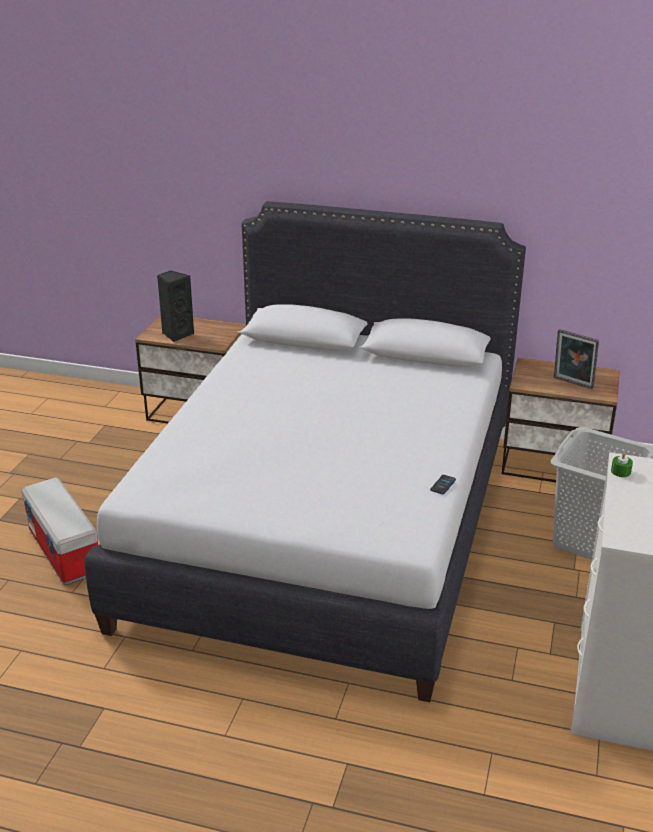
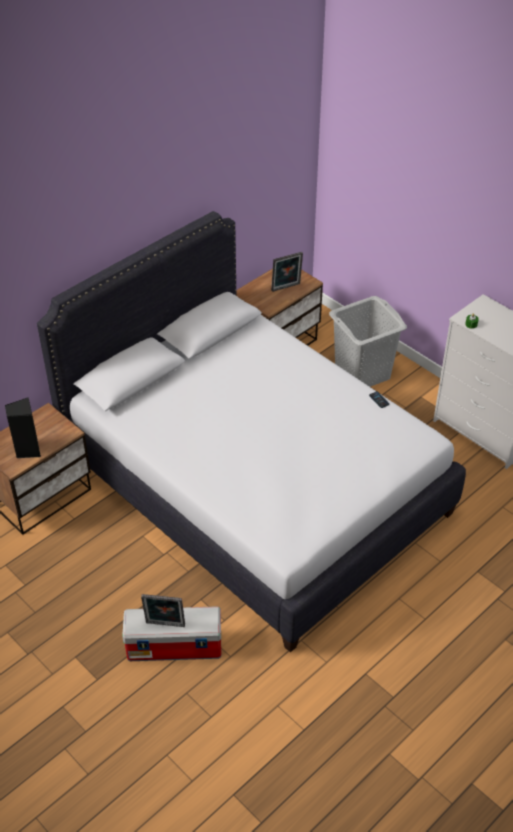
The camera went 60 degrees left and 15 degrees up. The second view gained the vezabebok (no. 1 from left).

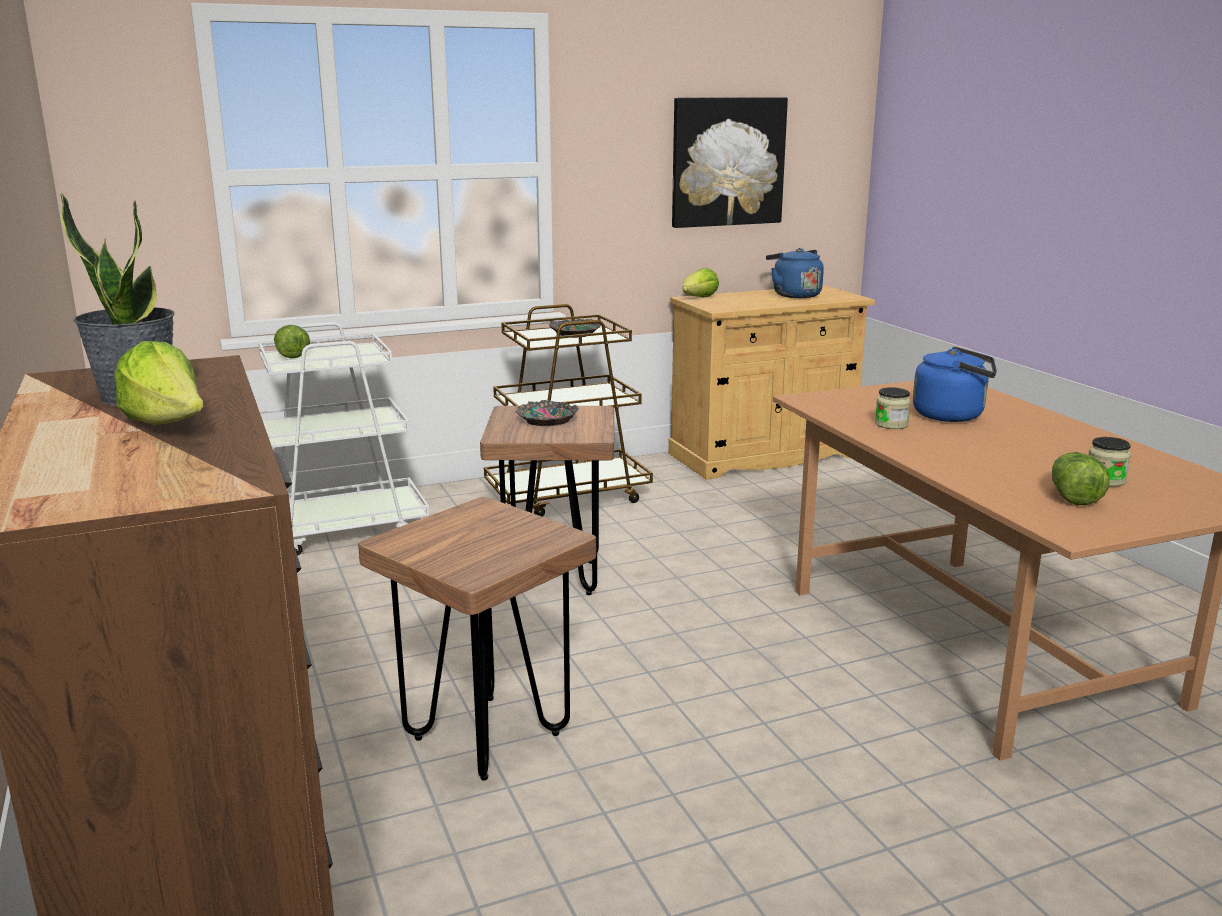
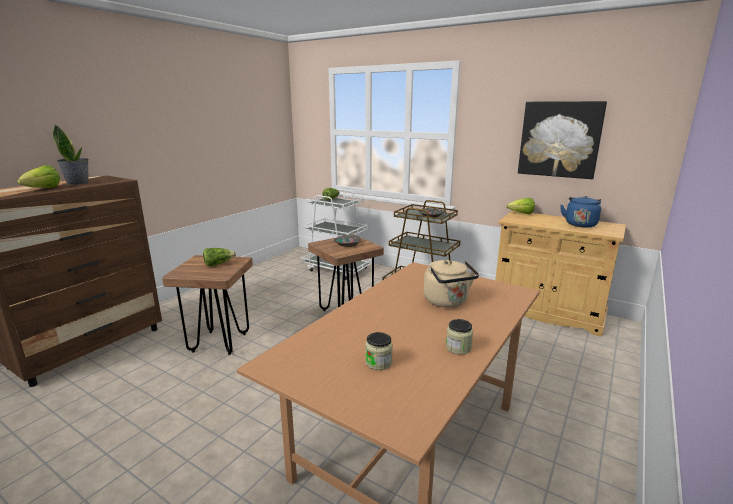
The camera went 55 degrees right and 0 degrees up. The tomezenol (no. 1 from left in the first image) ended up elsewhere. The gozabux (no. 4 from left in the first image) ended up elsewhere. What was the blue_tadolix (no. 2 from left) turned into the beige_tadolix.

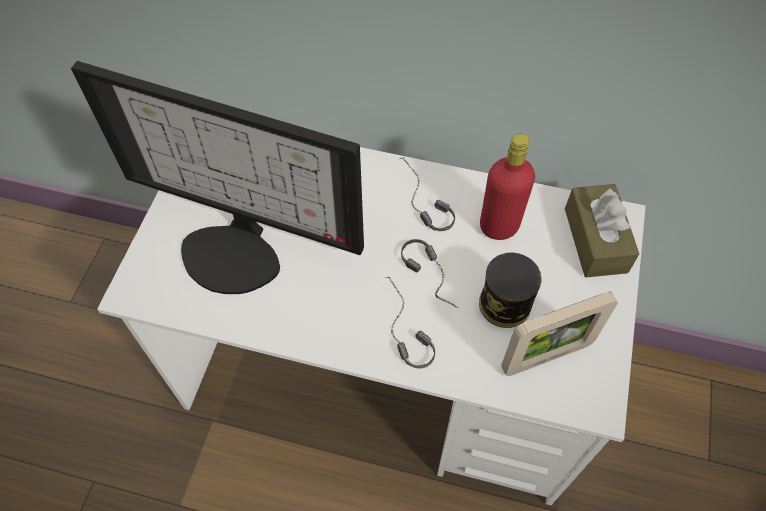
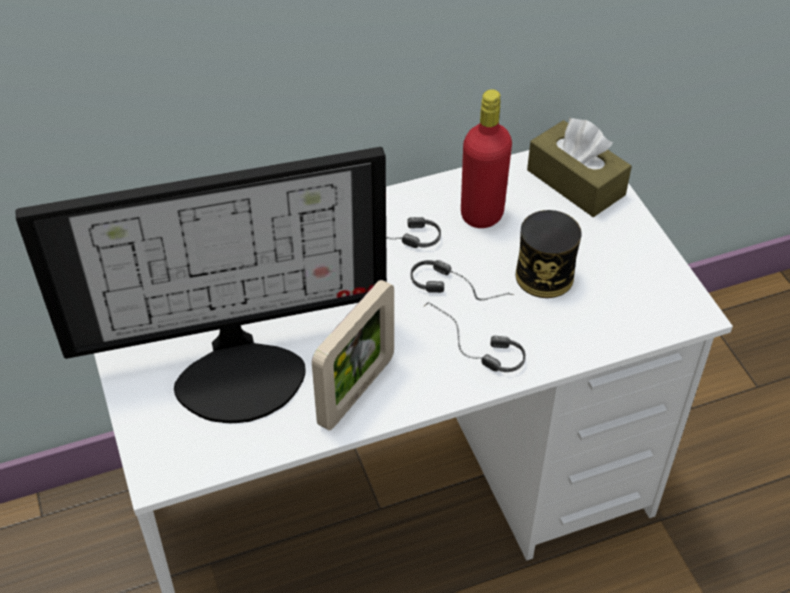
The camera went 35 degrees left and 10 degrees down. The vezabebok ended up elsewhere.

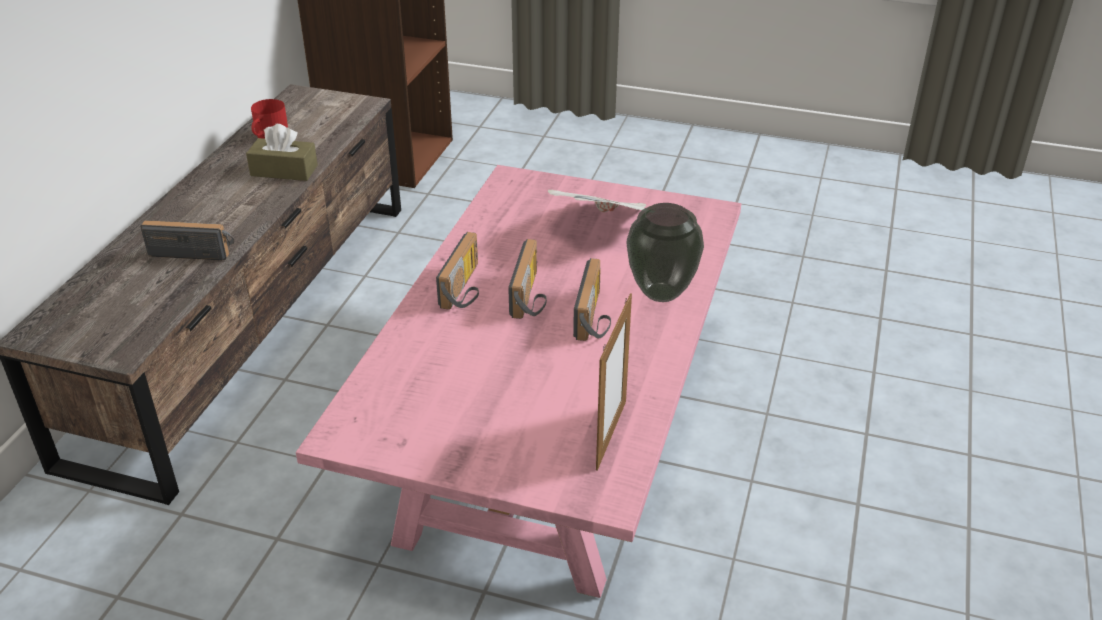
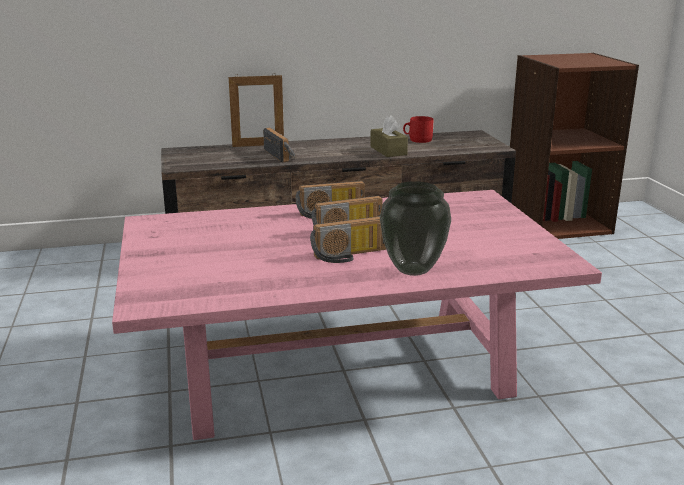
The camera went 60 degrees right and 15 degrees down. The second view lost the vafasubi. The vezabebok ended up elsewhere.

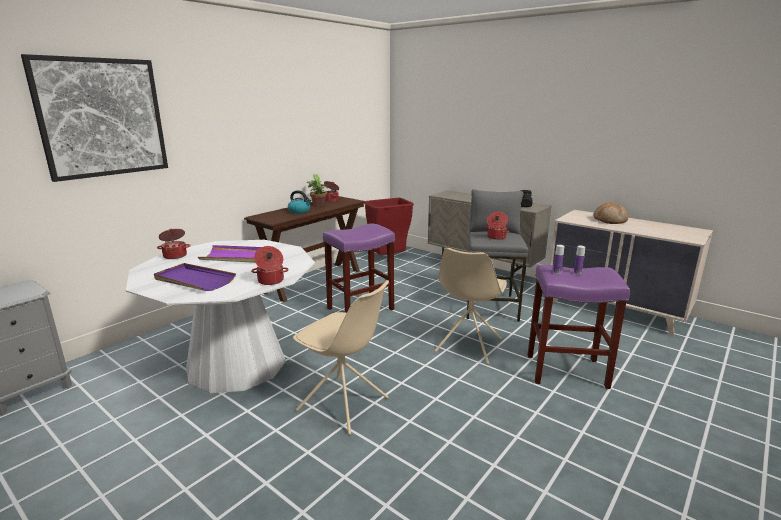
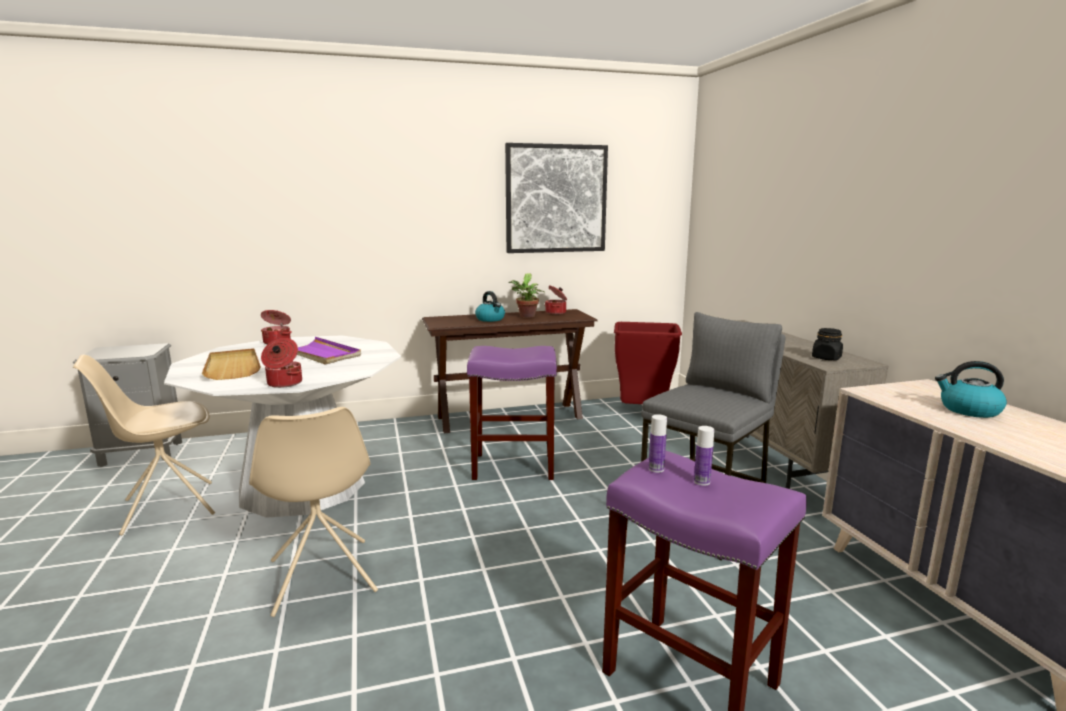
The camera went 35 degrees right and 5 degrees down. The second view lost the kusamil (no. 4 from left). The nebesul ended up elsewhere. The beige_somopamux (no. 2 from left in the first image) ended up elsewhere. Where the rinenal stood, the tadolix (no. 2 from left) came to stand. What was the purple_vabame (no. 1 from left) turned into the beige_vabame.

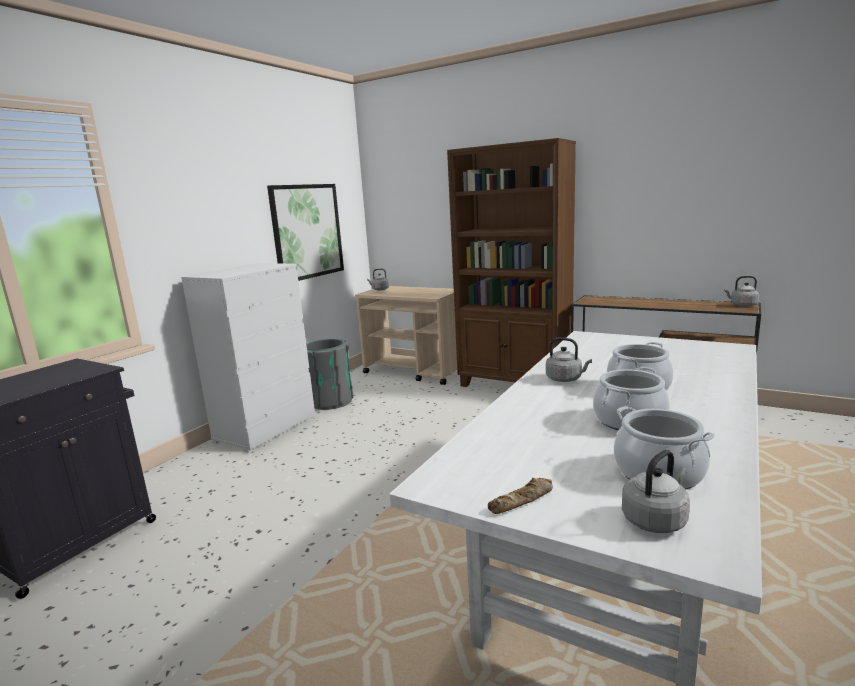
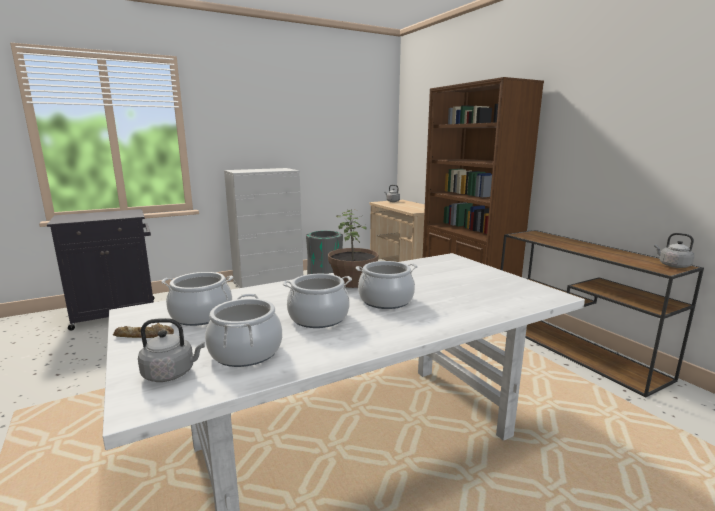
The camera went 30 degrees right and 0 degrees up. The second view lost the nebesul. The second view gained the kusamil (no. 1 from left). Where the grey_tadolix (no. 2 from left) stood, the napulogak came to stand.

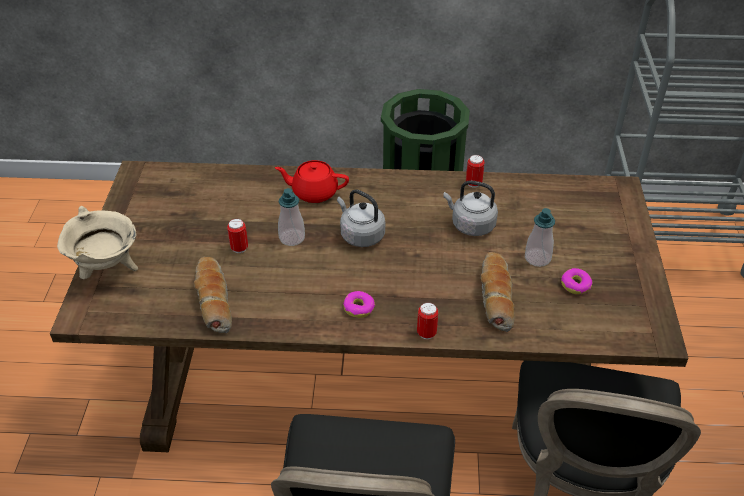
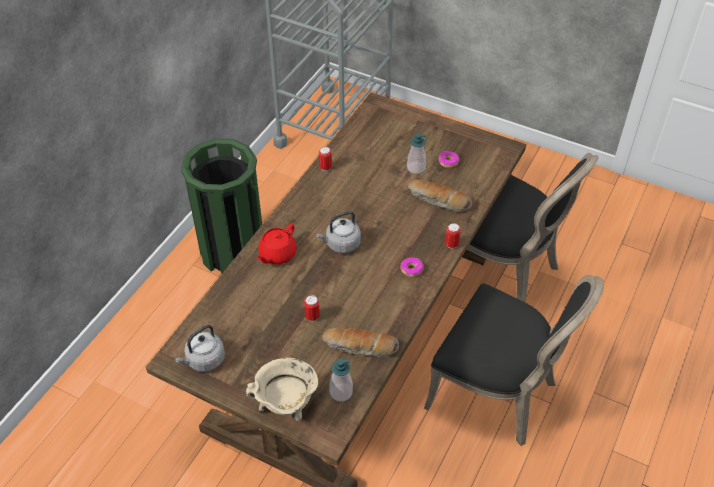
The camera went 65 degrees left and 5 degrees up. The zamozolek (no. 1 from left) ended up elsewhere. The grey_tadolix (no. 2 from left in the first image) ended up elsewhere.

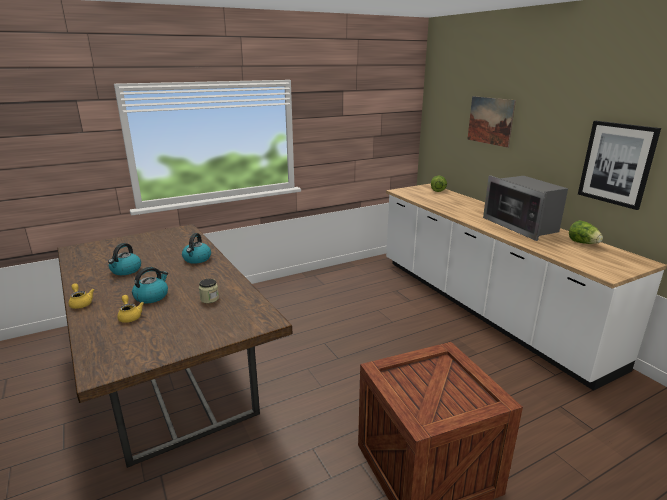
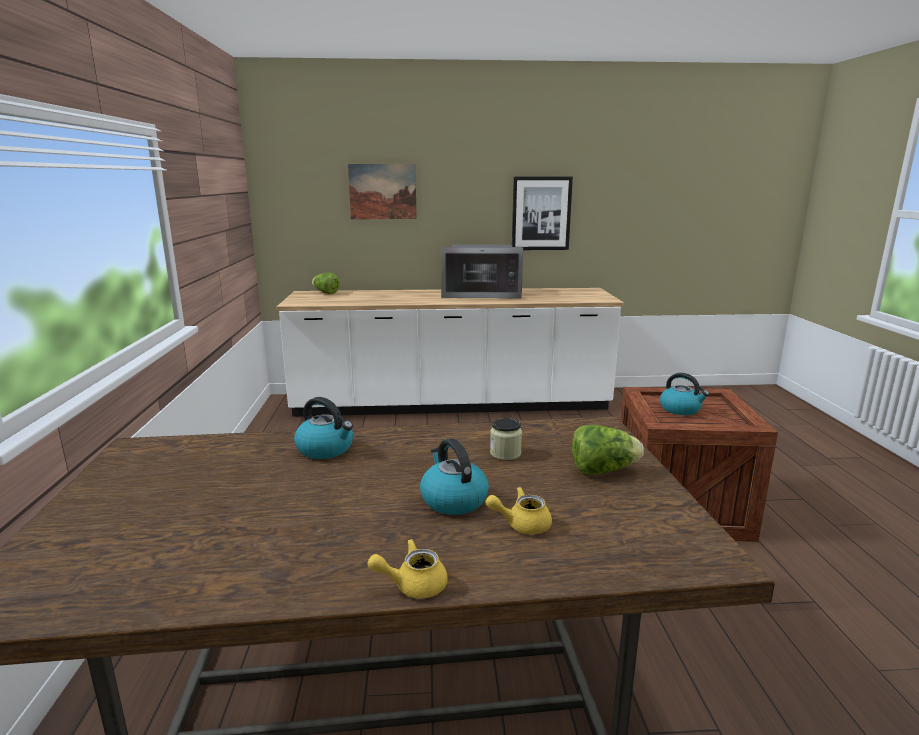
The camera went 65 degrees left and 5 degrees down. The tadolix (no. 1 from left in the first image) ended up elsewhere. The gozabux (no. 2 from left) ended up elsewhere.

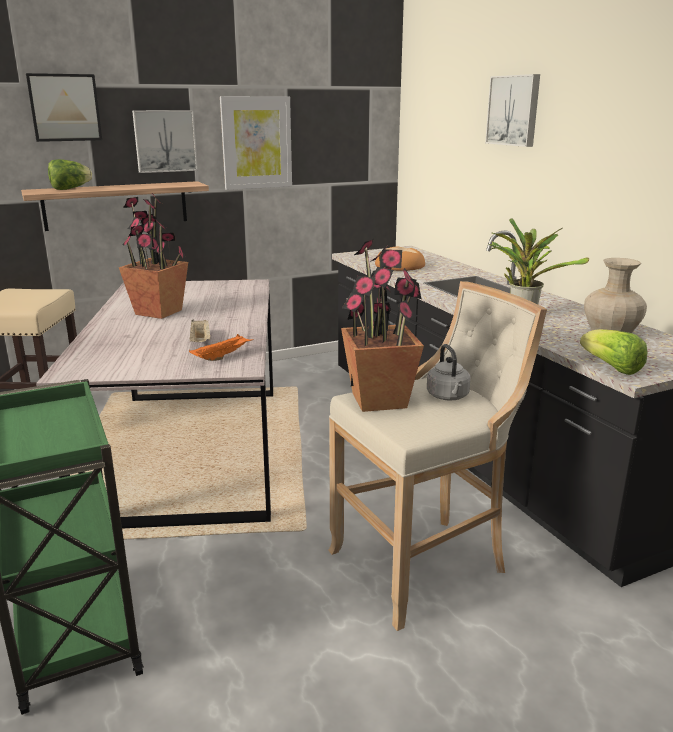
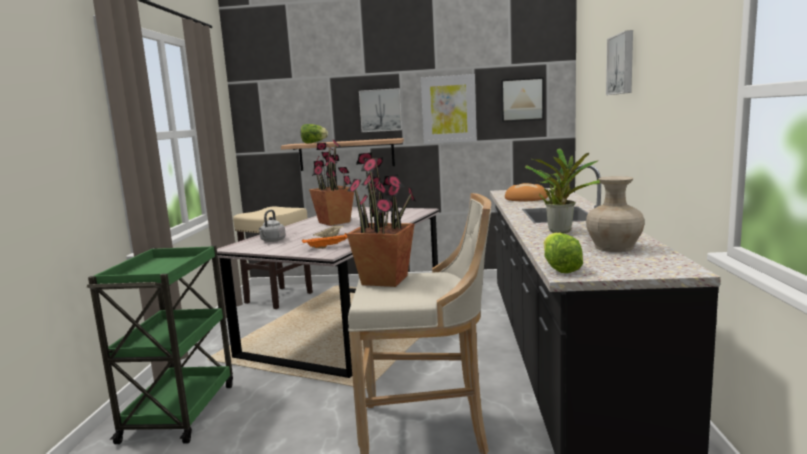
The camera went 30 degrees right and 10 degrees down. The nebesul (no. 1 from left in the first image) ended up elsewhere. The grey_tadolix ended up elsewhere.

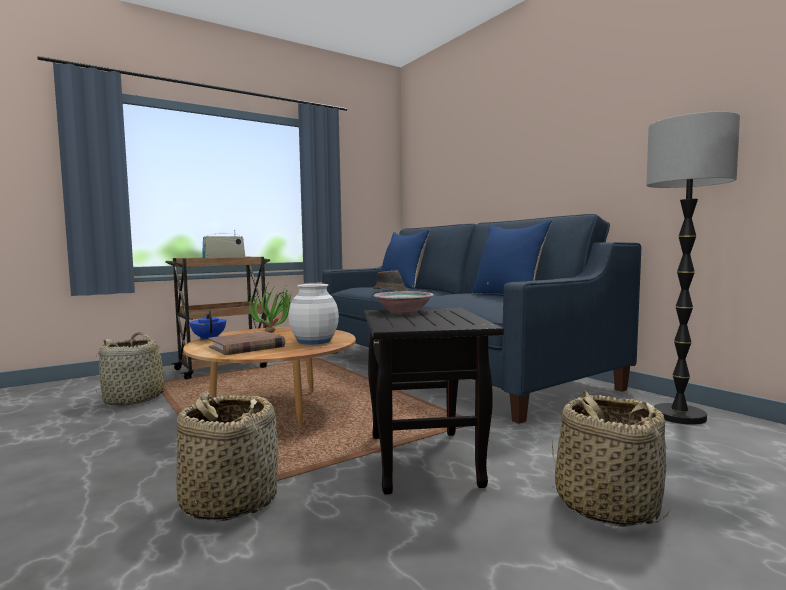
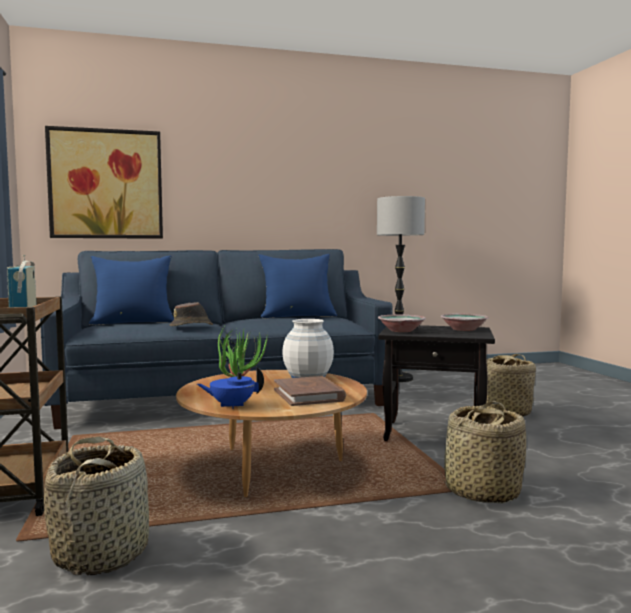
The camera went 70 degrees left and 0 degrees up. The second view gained the nebesul. The second view gained the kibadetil (no. 2 from left).

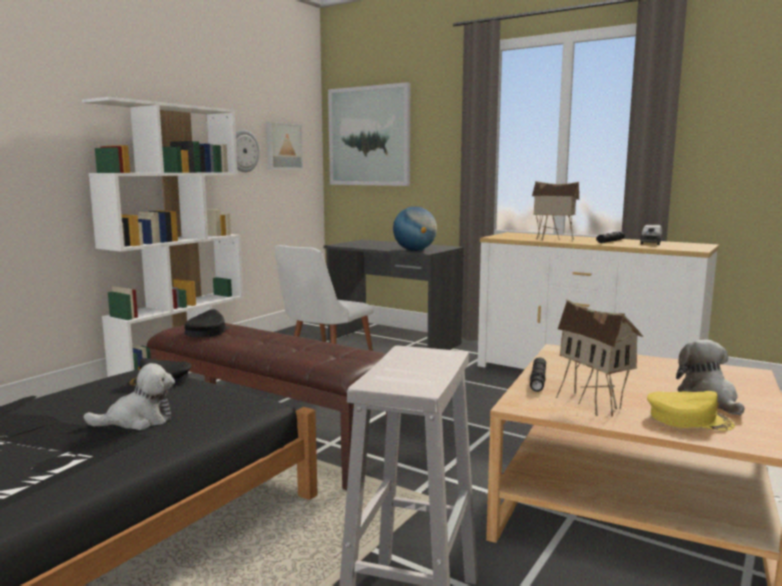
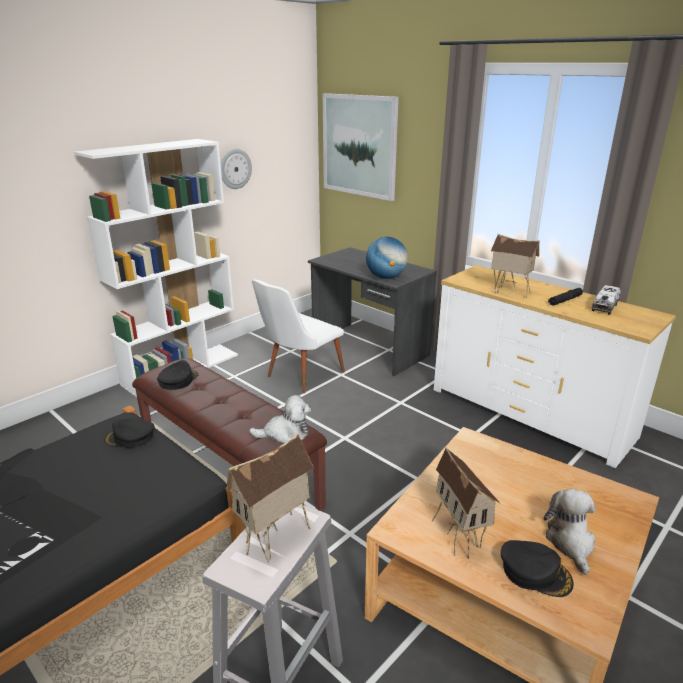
The camera went 10 degrees right and 15 degrees up. The second view lost the nebesul (no. 1 from left). The second view lost the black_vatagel (no. 1 from left). The second view gained the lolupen (no. 1 from left). The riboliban (no. 1 from left) ended up elsewhere. What was the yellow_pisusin turned into the black_pisusin (no. 3 from left).

